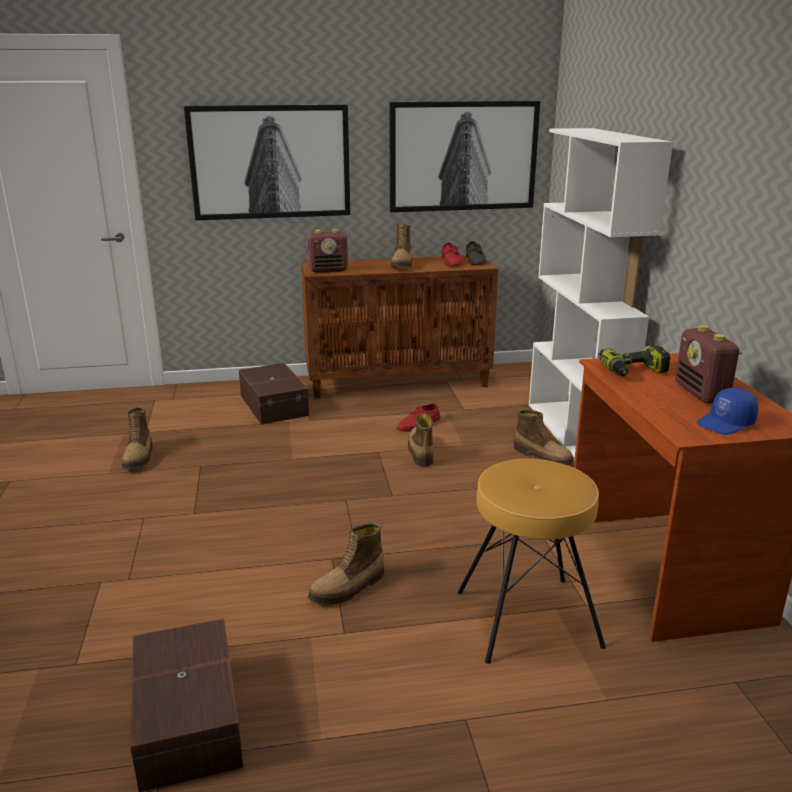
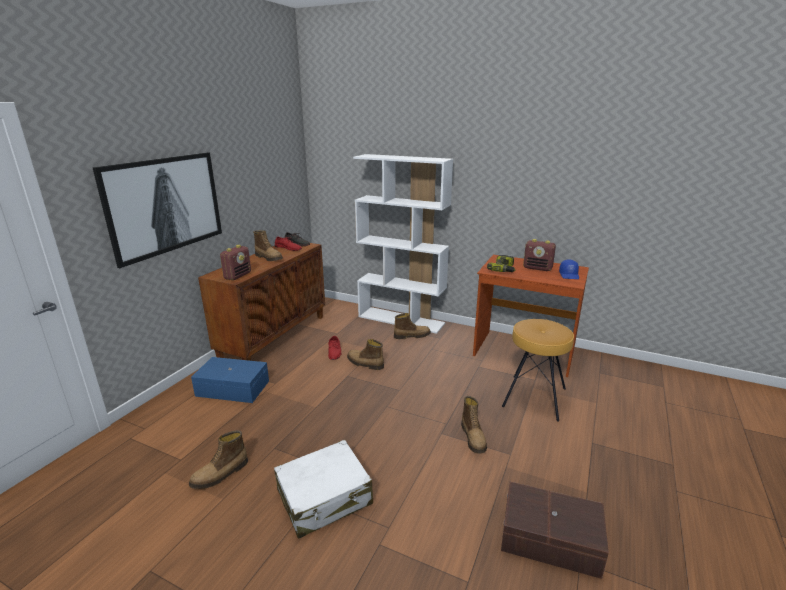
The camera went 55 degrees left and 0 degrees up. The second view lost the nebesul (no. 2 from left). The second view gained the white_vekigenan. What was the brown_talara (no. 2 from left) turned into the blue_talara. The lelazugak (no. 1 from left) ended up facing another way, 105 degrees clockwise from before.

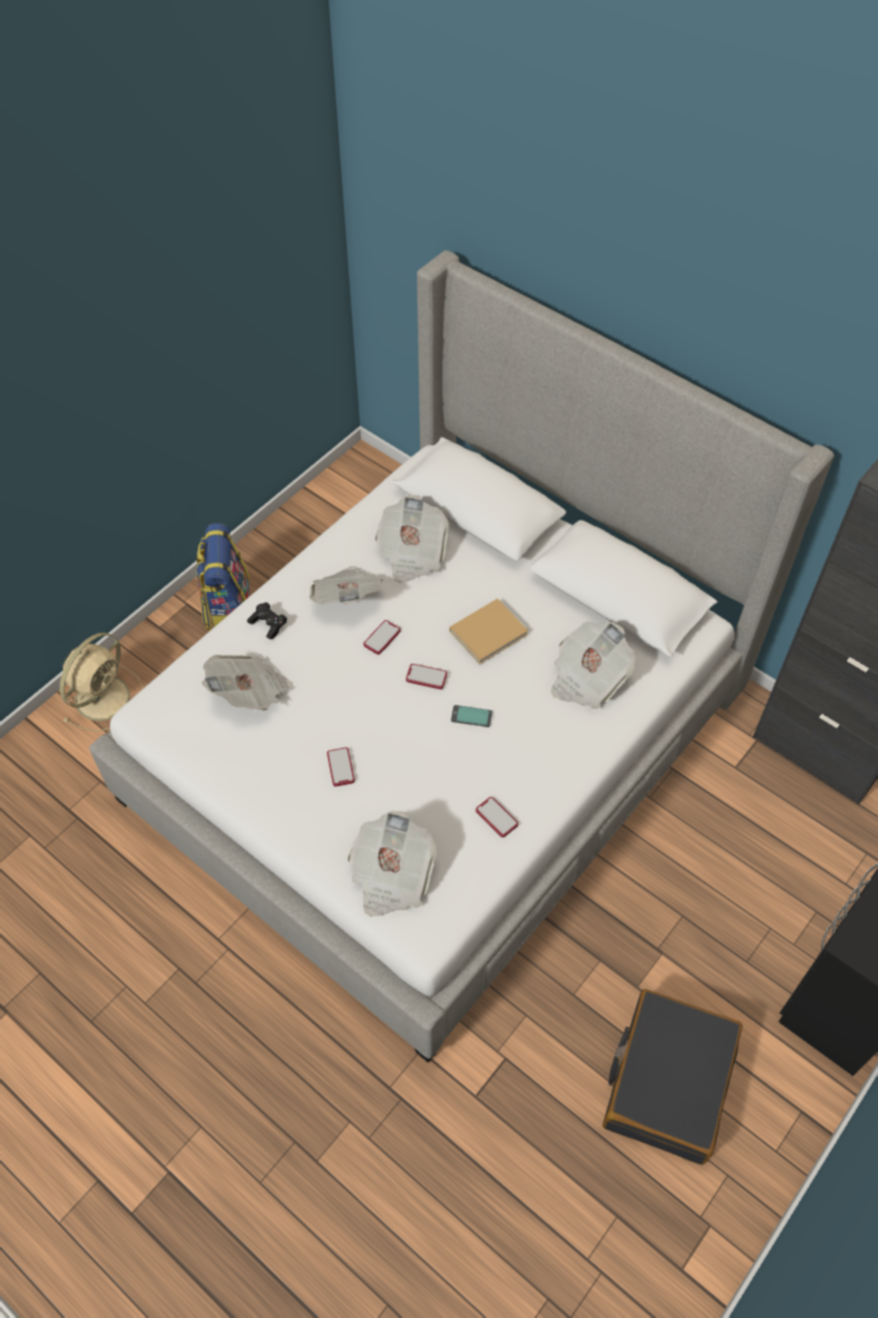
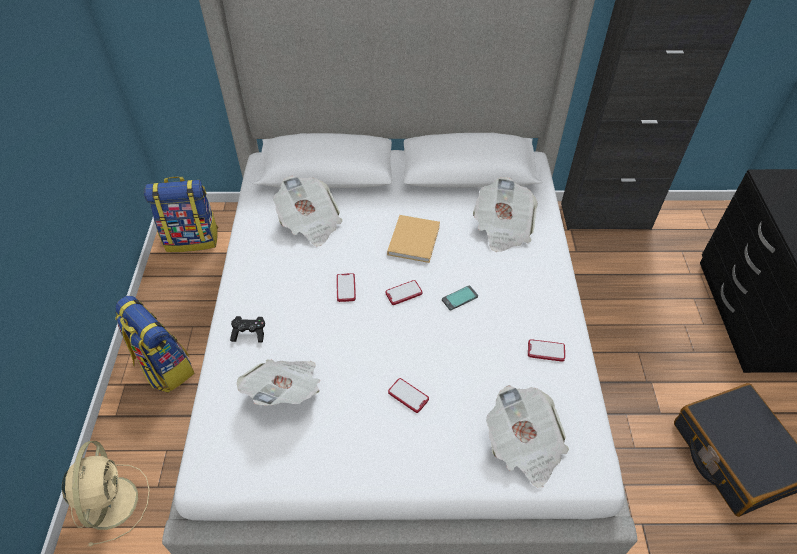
The camera went 40 degrees left and 5 degrees down. The second view lost the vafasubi (no. 2 from left). The second view gained the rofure (no. 2 from left).

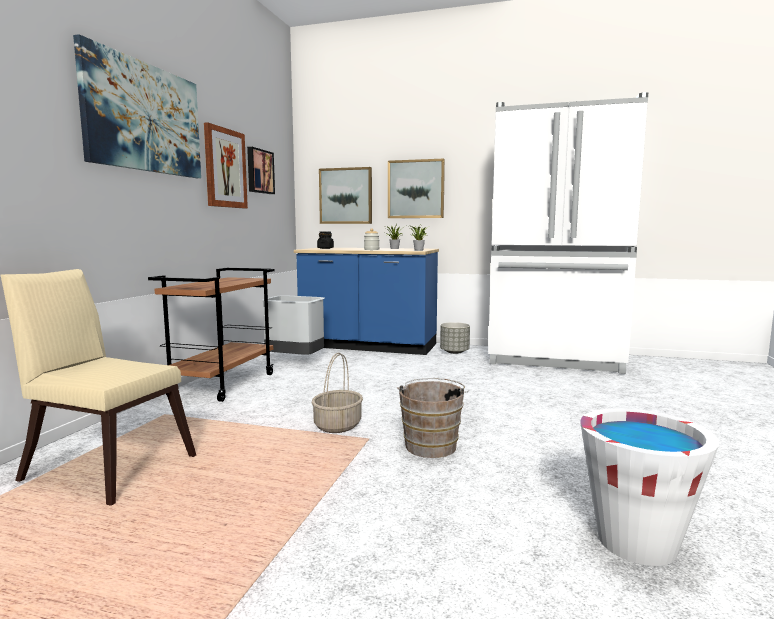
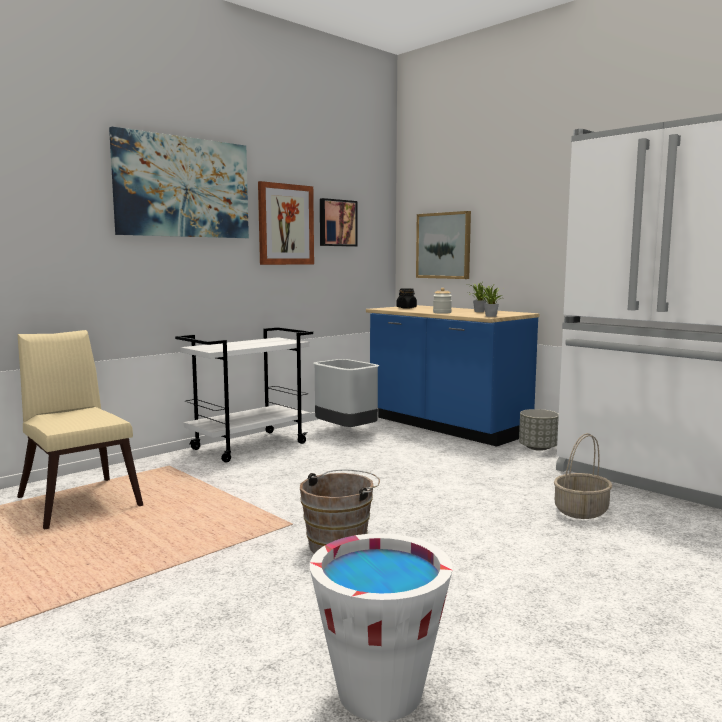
The camera went 30 degrees right and 0 degrees up. The second view lost the nebesul (no. 5 from left). The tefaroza ended up elsewhere. What was the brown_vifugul turned into the white_vifugul.

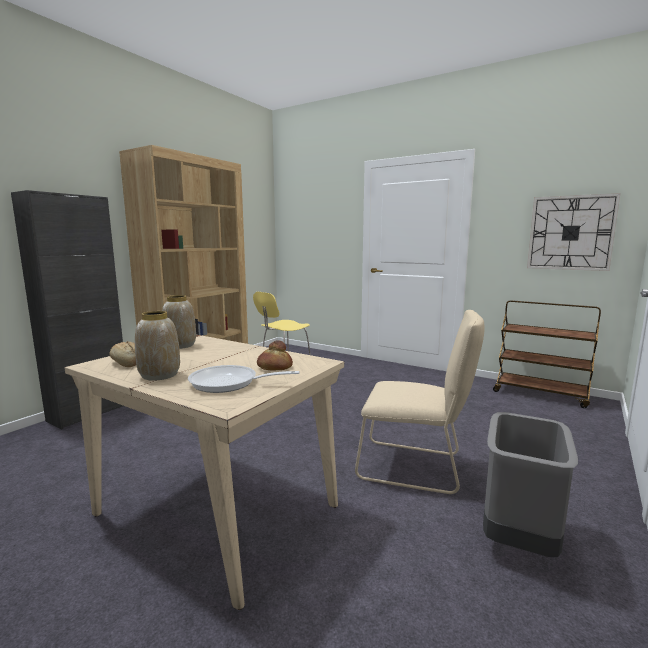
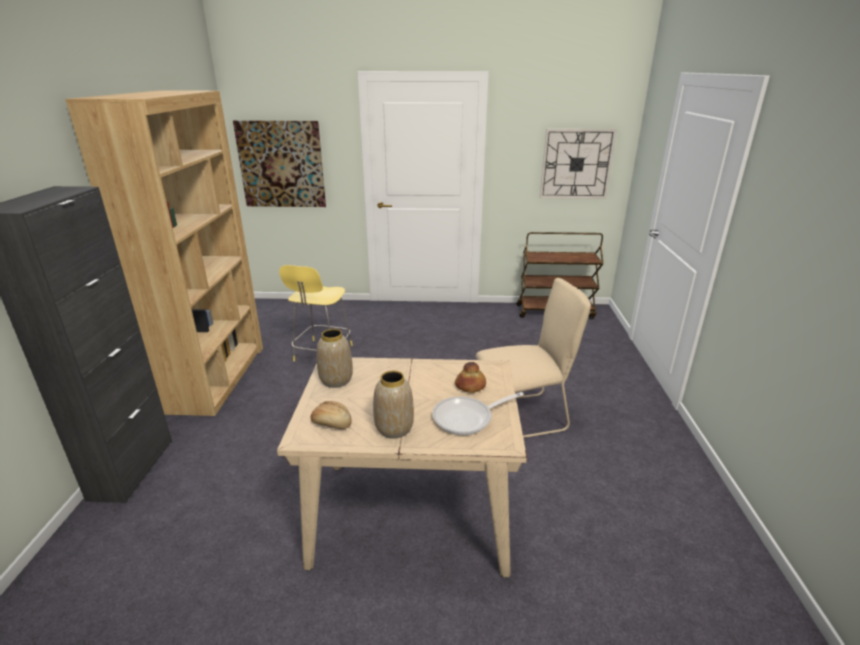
The camera went 30 degrees left and 15 degrees up. The second view lost the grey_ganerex. The second view gained the nebesul.

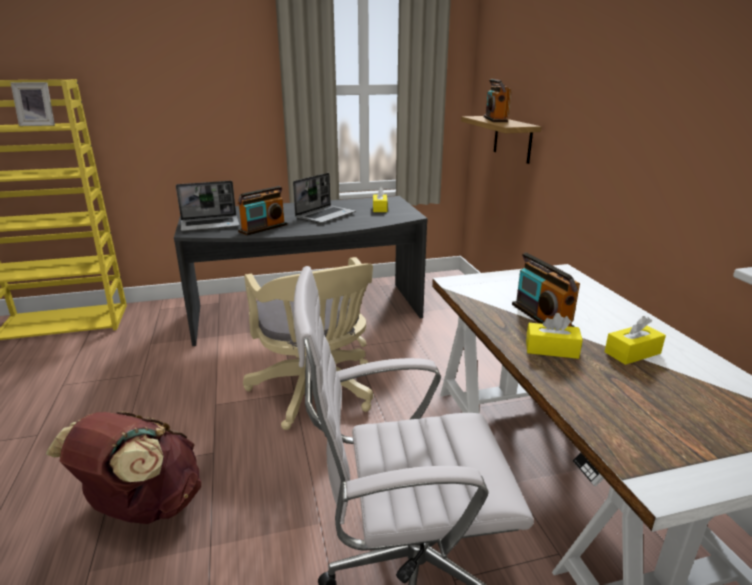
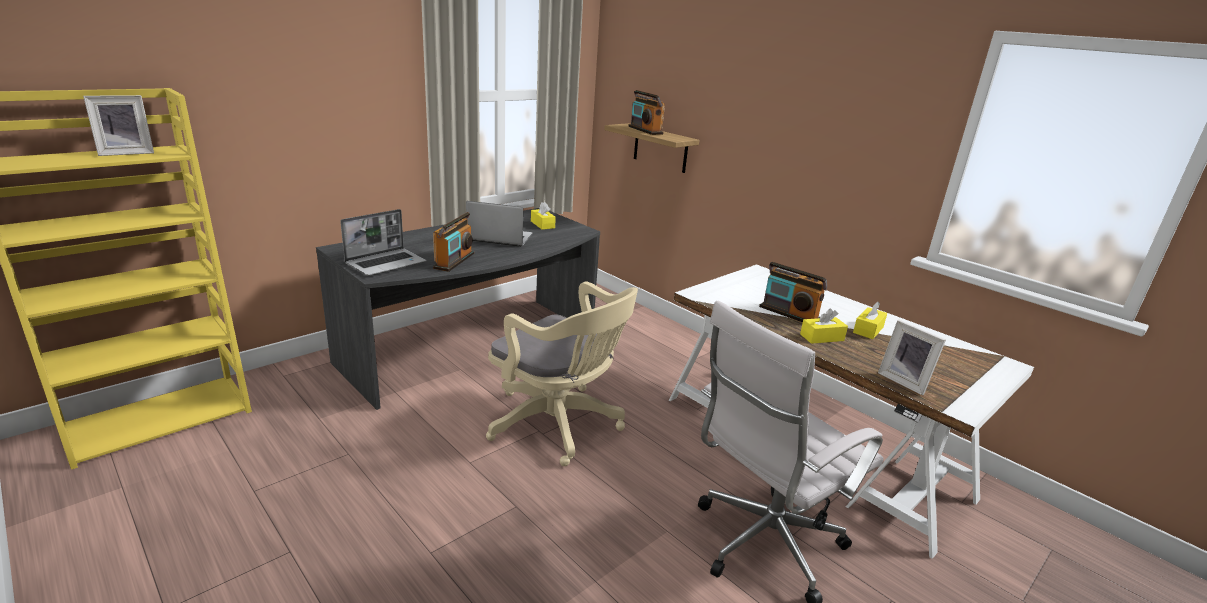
The camera went 30 degrees left and 0 degrees up. The second view lost the brown_rofure. The second view gained the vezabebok (no. 2 from left). The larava (no. 2 from left) ended up facing another way, 90 degrees counterclockwise from before.

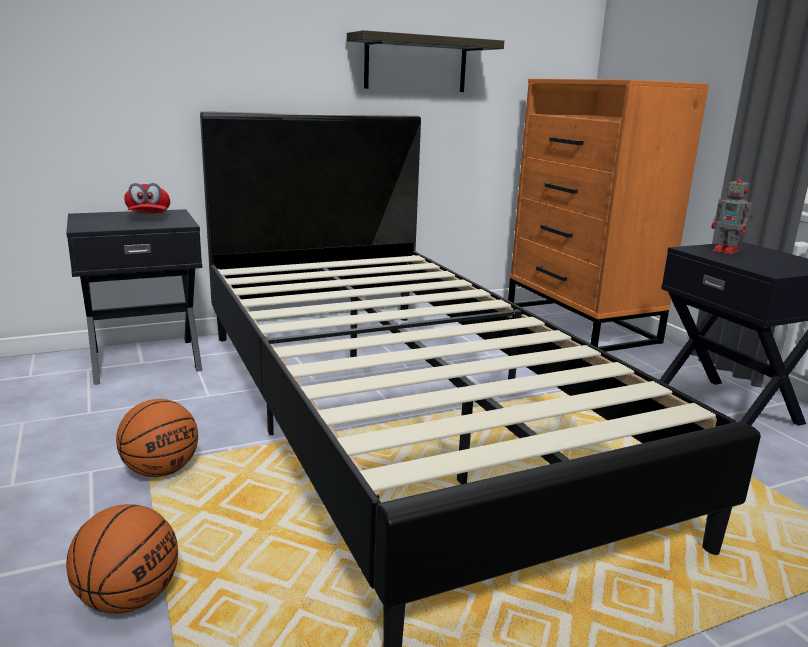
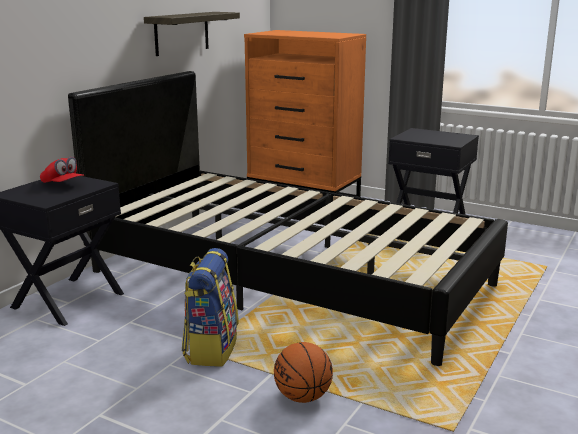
The camera went 35 degrees left and 0 degrees up. The second view lost the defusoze. Where the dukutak (no. 2 from left) stood, the rofure came to stand.

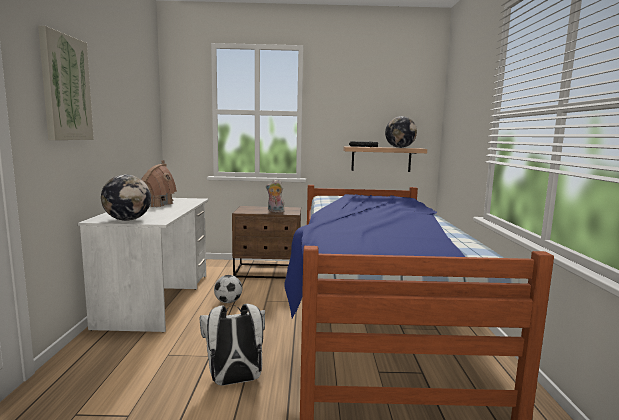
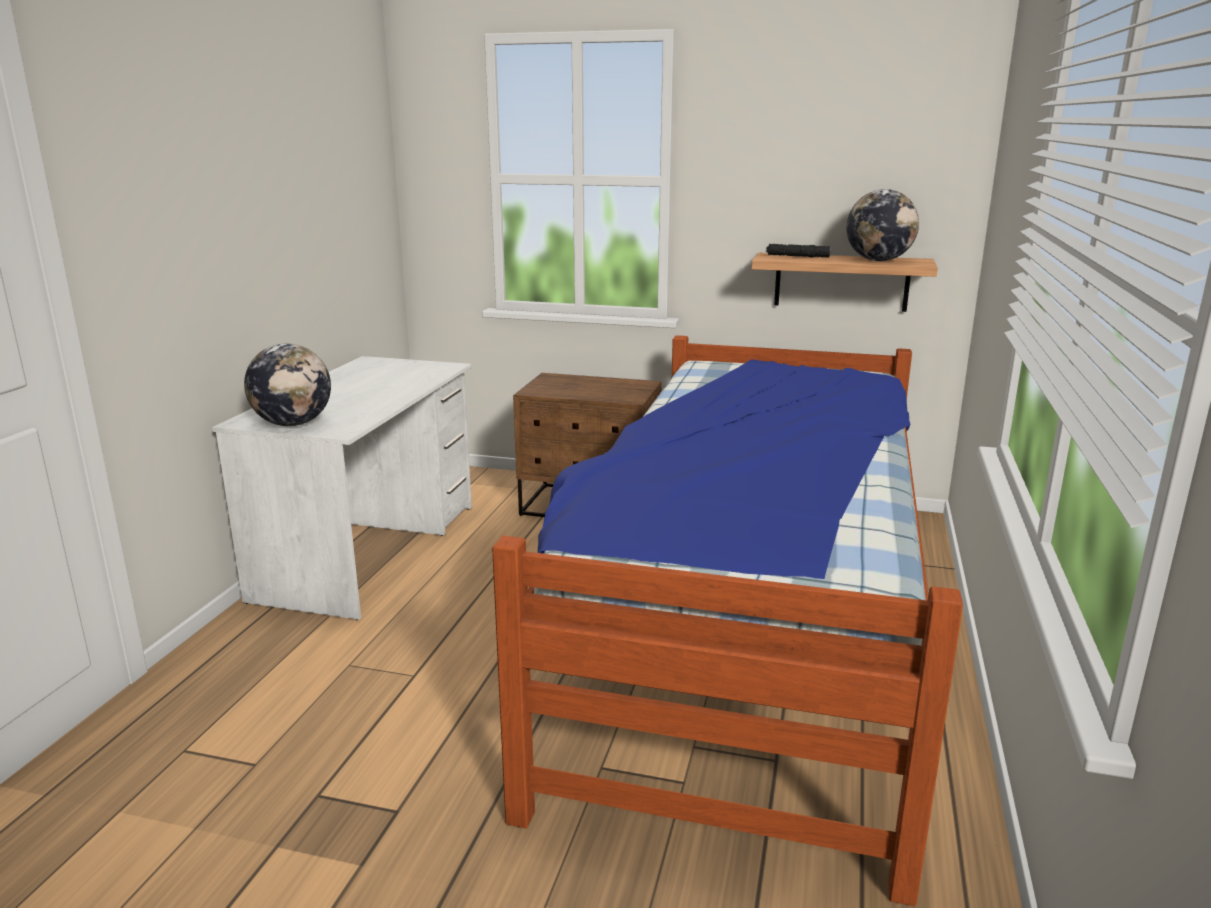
The camera went 15 degrees right and 10 degrees up. The second view lost the nebesul. The second view lost the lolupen. The second view lost the white_rofure. The second view lost the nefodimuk. The second view lost the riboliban.

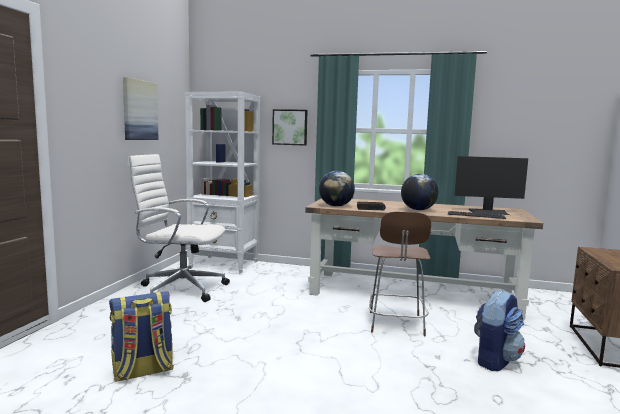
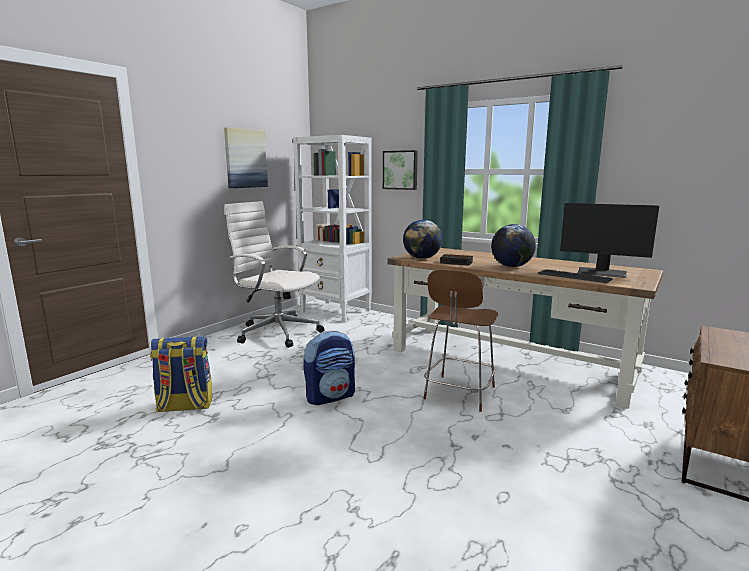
The camera went 20 degrees right and 5 degrees up. The rofure (no. 2 from left) ended up elsewhere.

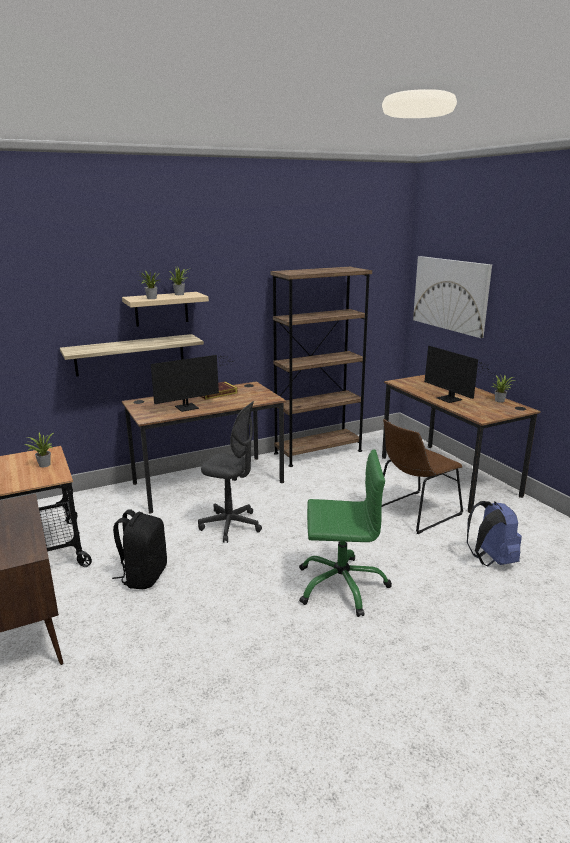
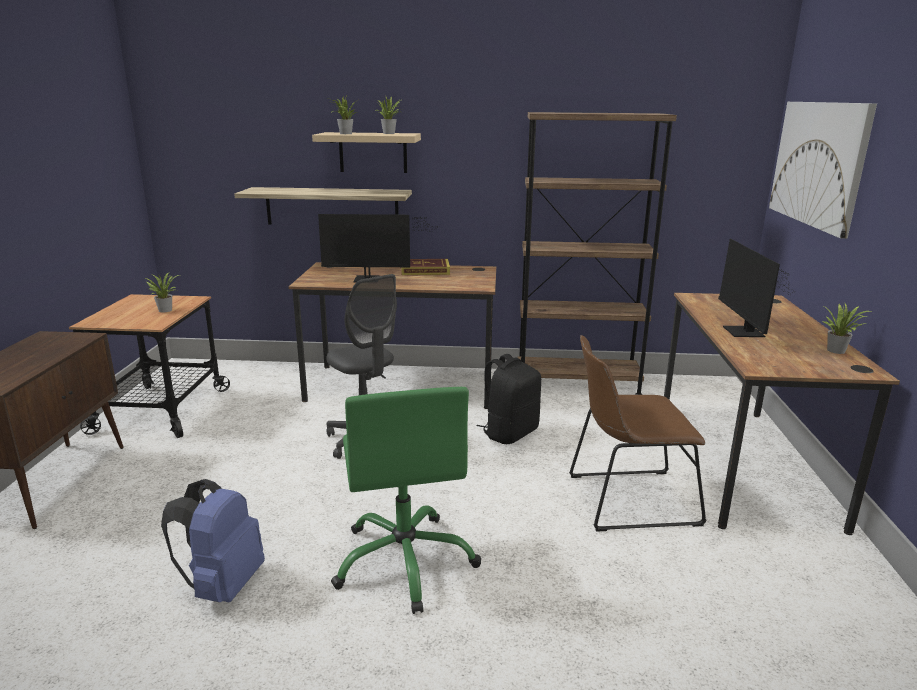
The camera went 30 degrees right and 0 degrees up. The black_rofure ended up elsewhere. The blue_rofure ended up elsewhere. The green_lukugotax ended up facing another way, 45 degrees clockwise from before.

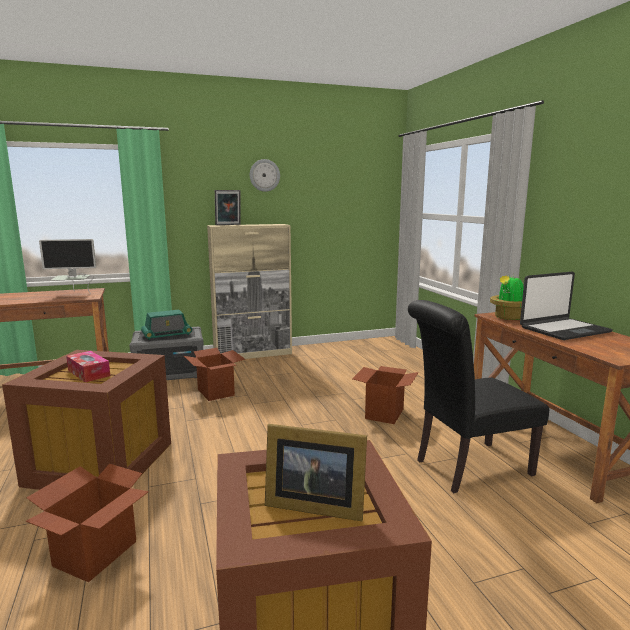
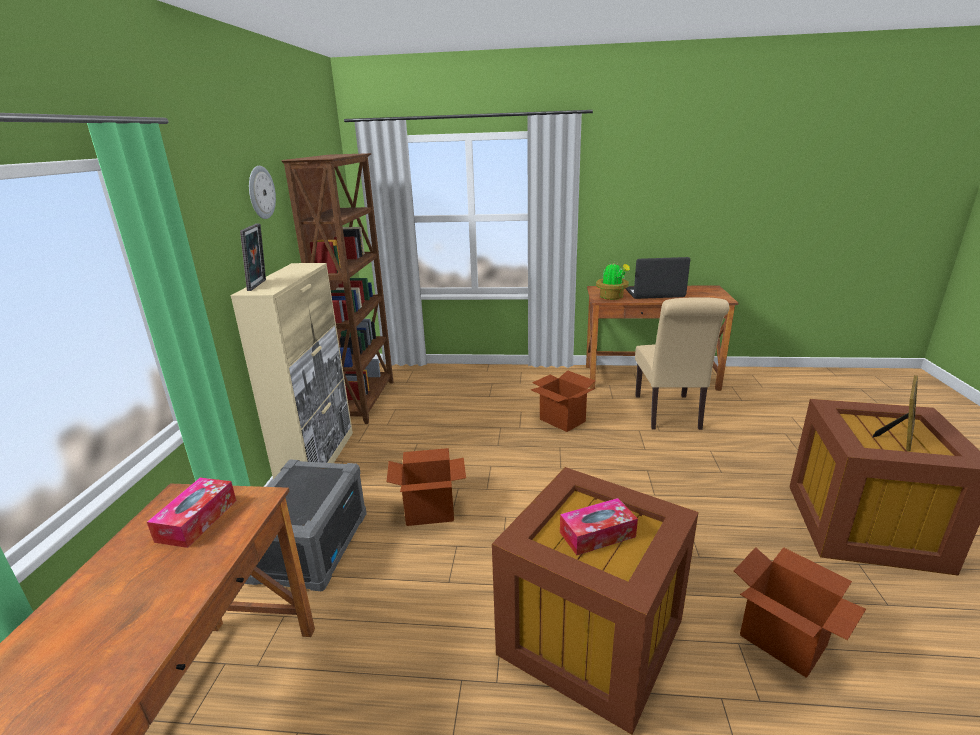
The camera went 65 degrees left and 10 degrees up. The second view lost the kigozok. The second view gained the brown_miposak. Where the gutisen stood, the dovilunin (no. 1 from left) came to stand. What was the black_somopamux turned into the beige_somopamux. The larava ended up facing another way, 90 degrees counterclockwise from before.

